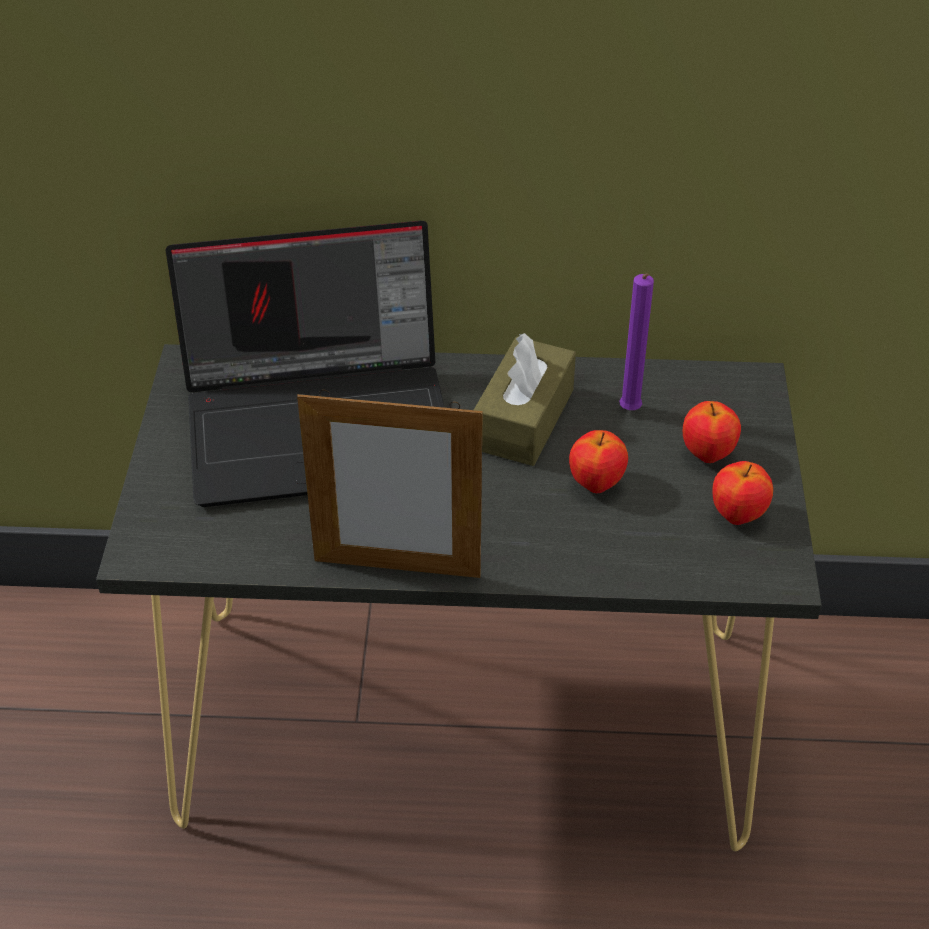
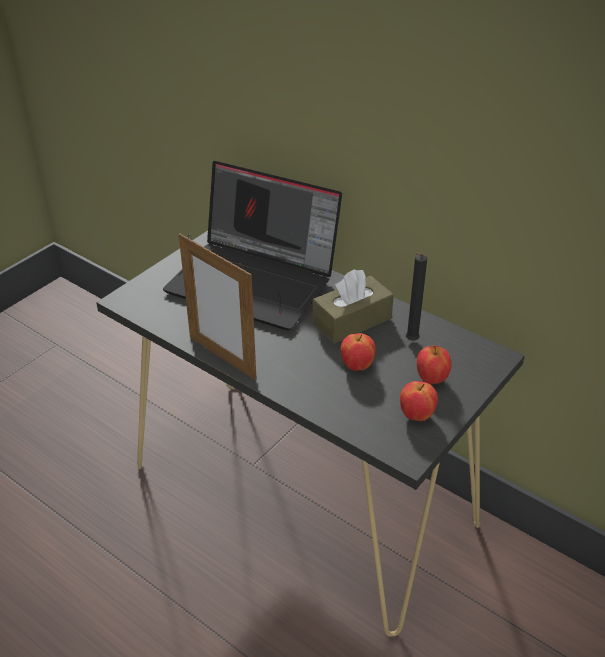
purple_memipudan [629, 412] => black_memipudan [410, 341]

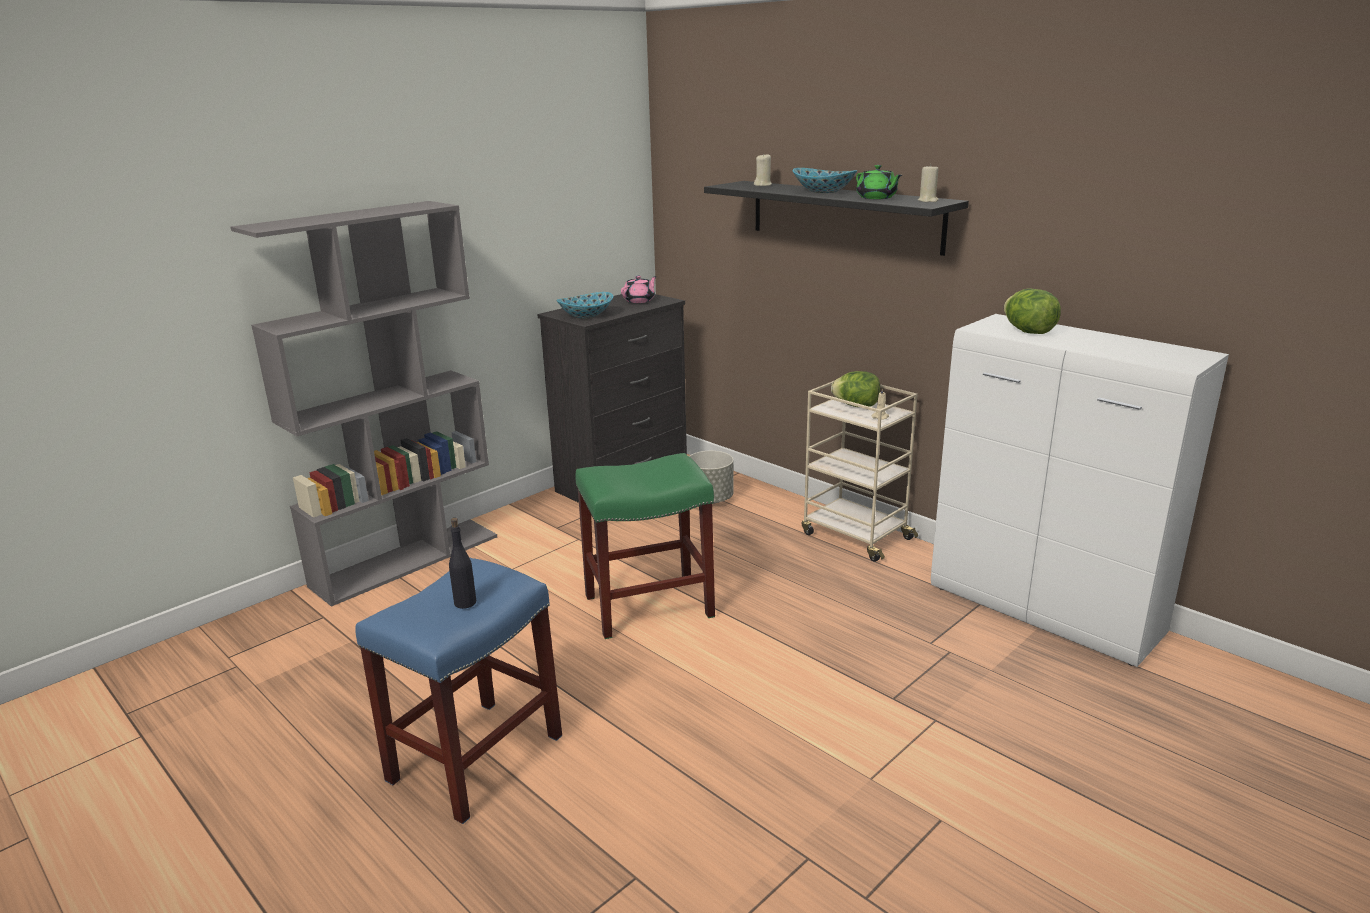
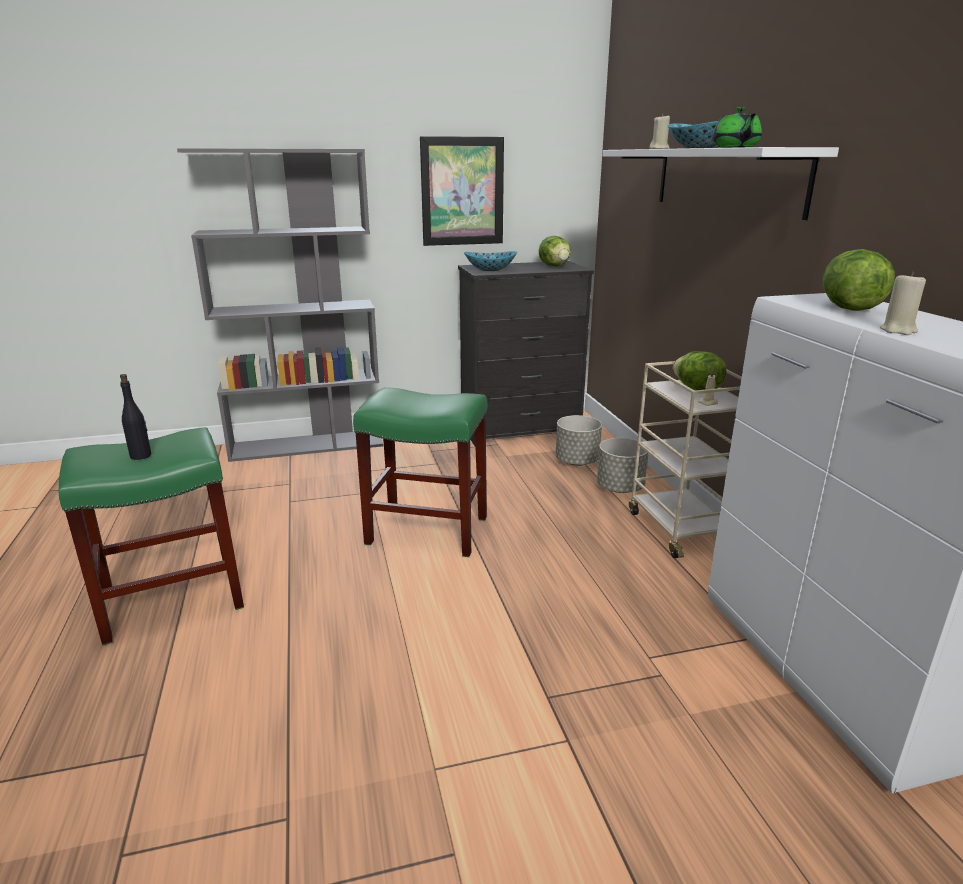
nothing => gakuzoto [462, 192]
nothing => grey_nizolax [620, 488]
beige_memipudan [928, 201] => beige_memipudan [898, 330], moved
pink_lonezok [639, 300] => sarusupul [554, 266]
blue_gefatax [476, 757] => green_gefatax [174, 598]
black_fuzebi [844, 216] => white_fuzebi [725, 179]

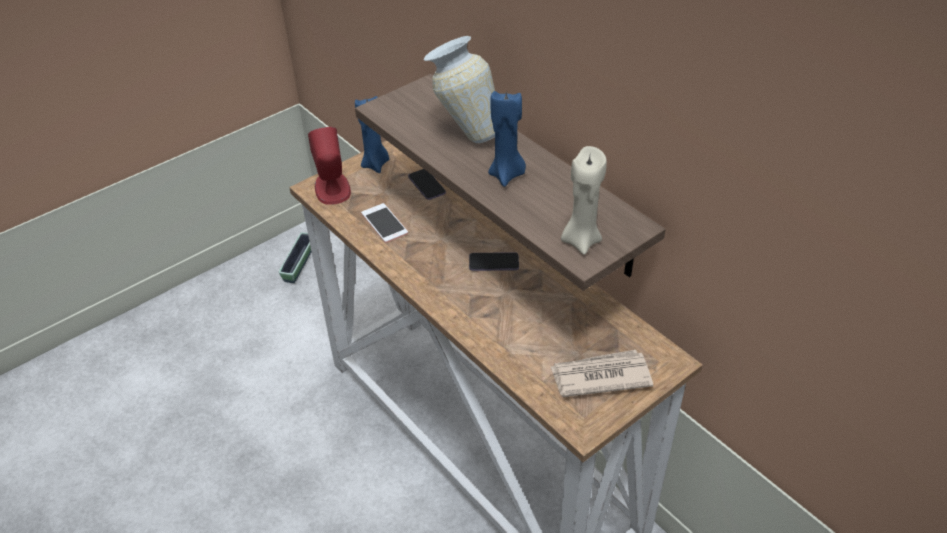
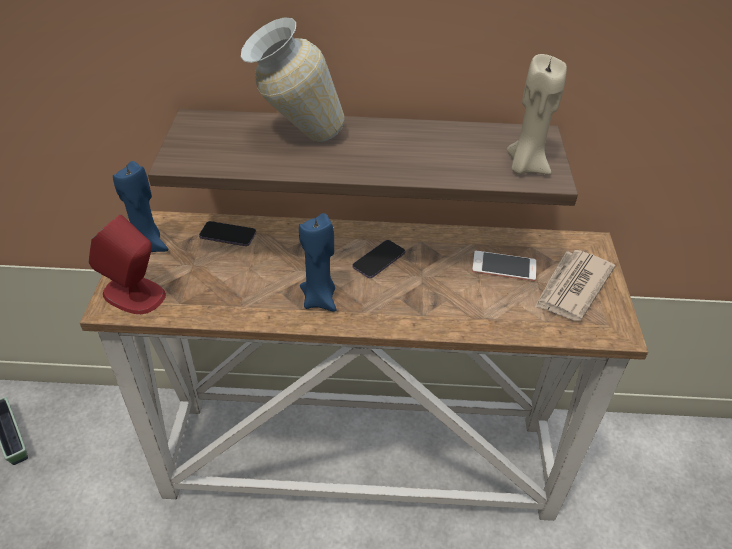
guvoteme [384, 223] => guvoteme [504, 266], moved
blue_memipudan [507, 175] => blue_memipudan [320, 299], moved

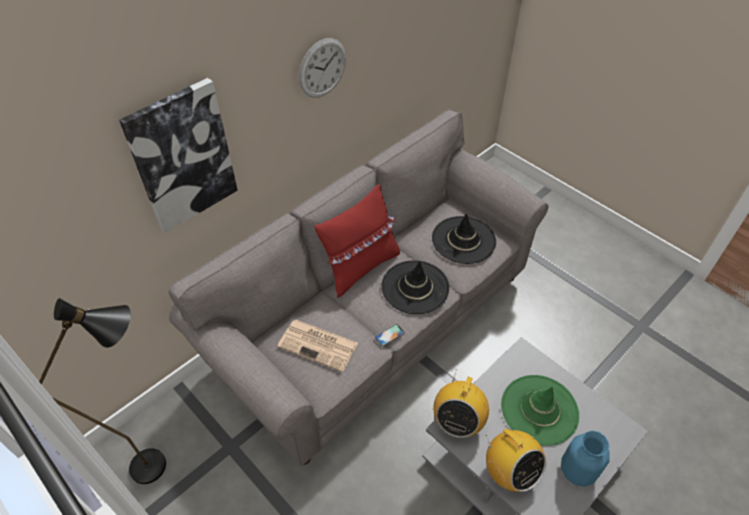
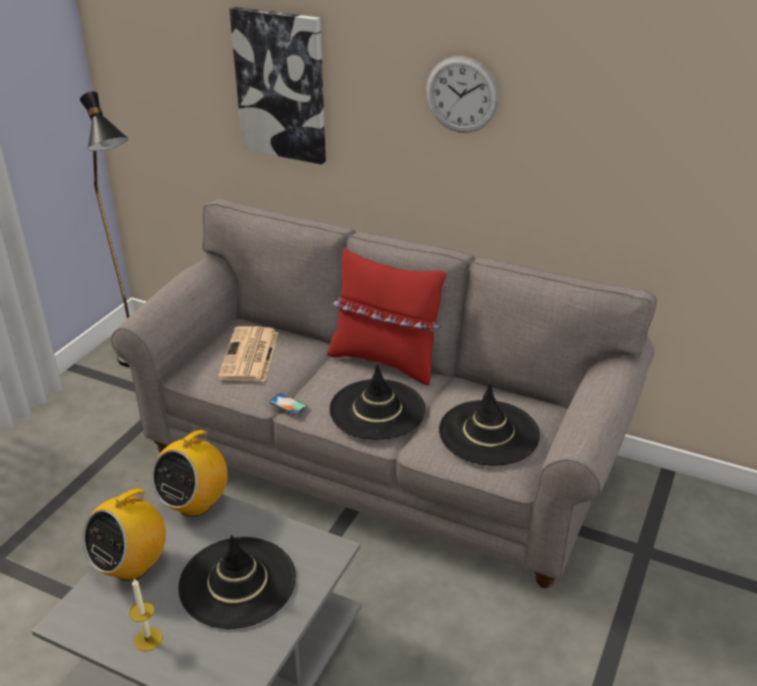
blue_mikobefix [577, 470] => memipudan [148, 639]
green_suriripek [539, 409] => black_suriripek [237, 582]
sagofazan [458, 421] => sagofazan [195, 503], 60 degrees counterclockwise

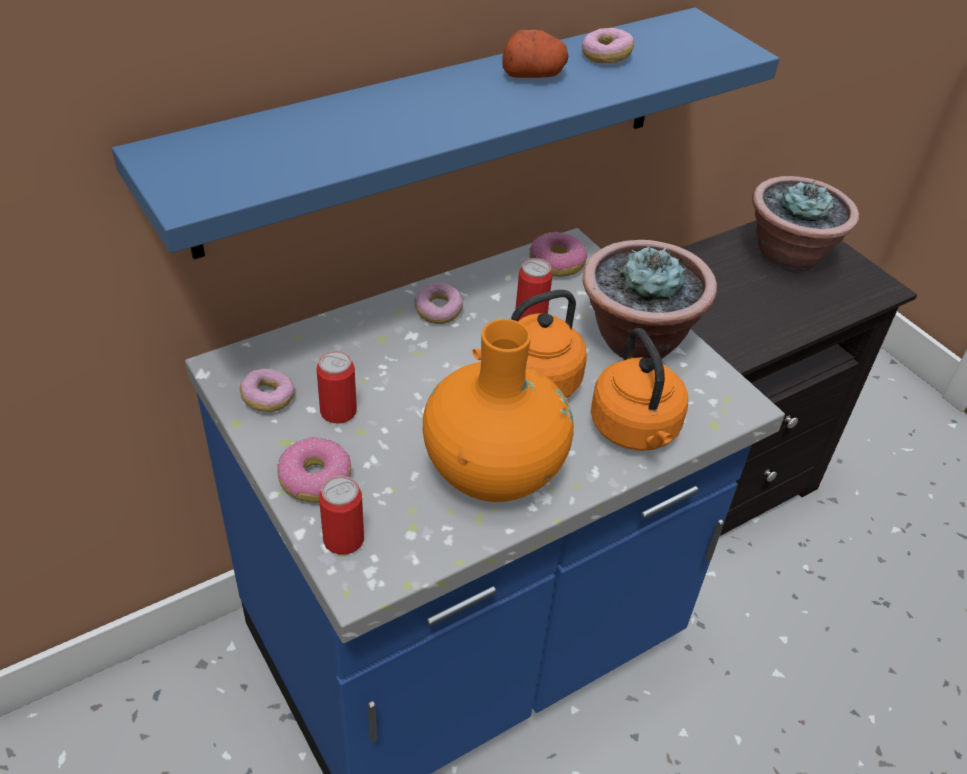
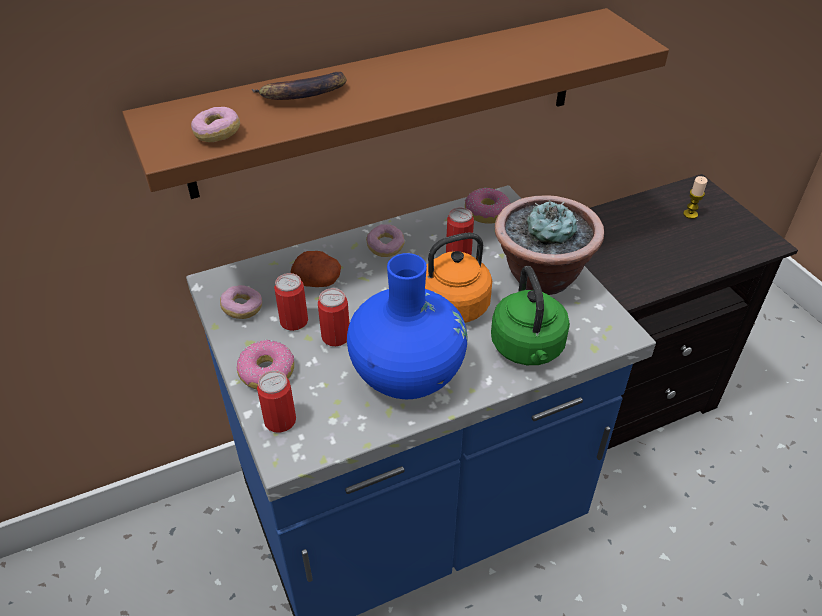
nothing => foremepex [302, 95]
nothing => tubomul [336, 337]
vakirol [534, 74] => vakirol [318, 281], moved
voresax [606, 57] => voresax [217, 134], moved
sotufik [788, 256] => memipudan [690, 214]
blue_fuzebi [441, 128] => brown_fuzebi [389, 102]
orange_mikobefix [493, 470] => blue_mikobefix [406, 373]
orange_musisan [636, 430] => green_musisan [528, 349]

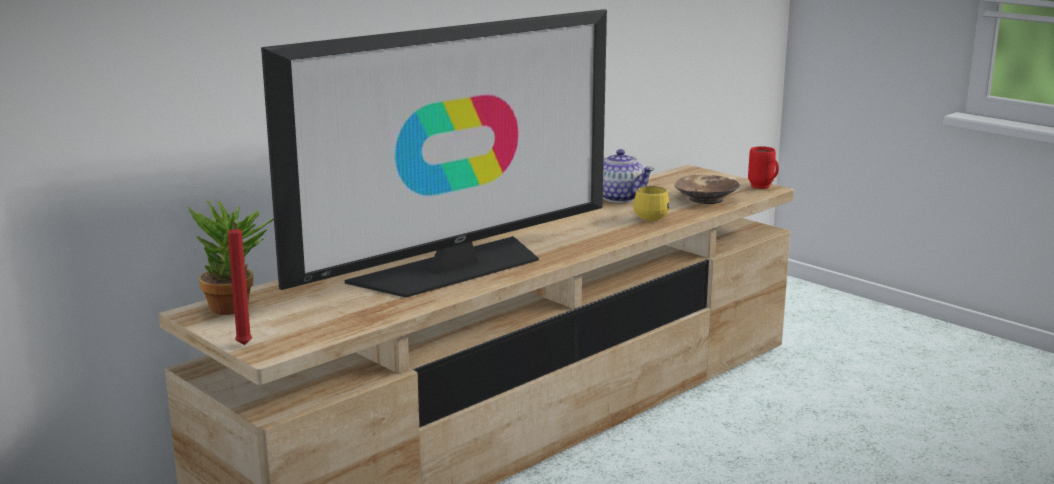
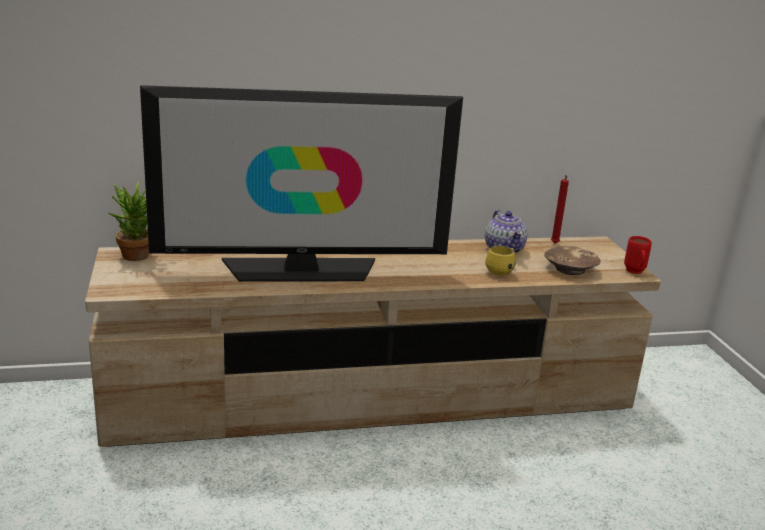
red_memipudan [244, 346] => red_memipudan [554, 244], moved

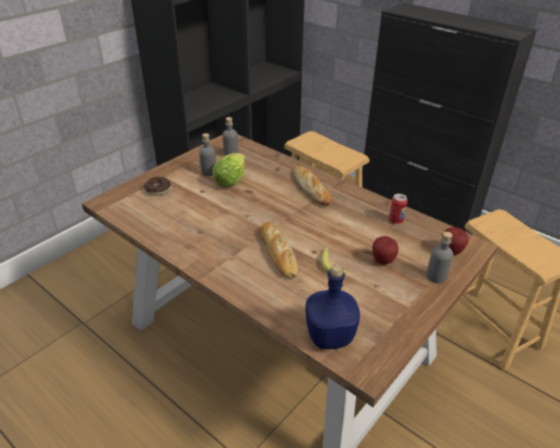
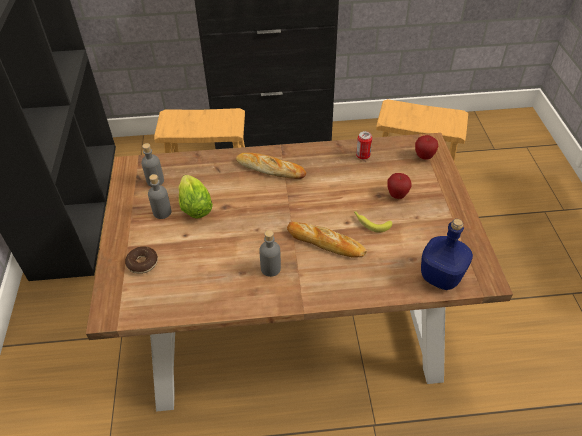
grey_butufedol [436, 276] => grey_butufedol [270, 268], moved

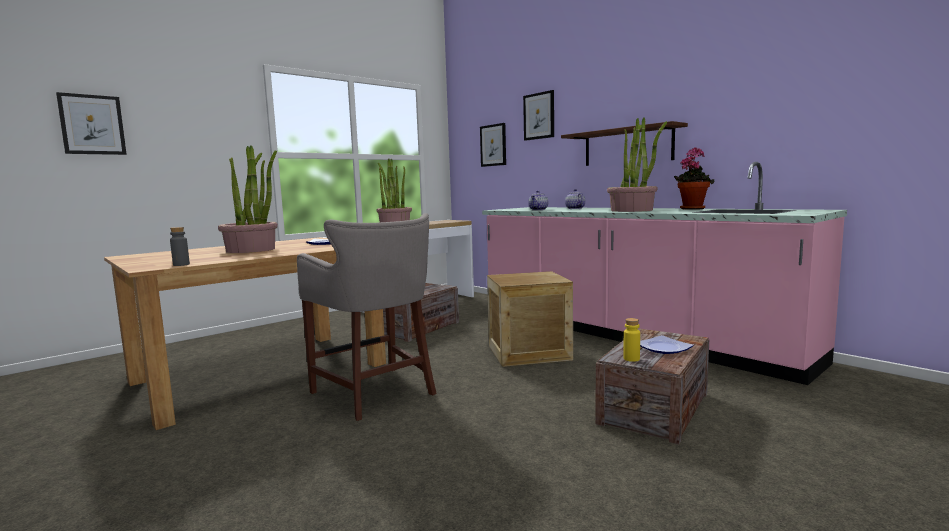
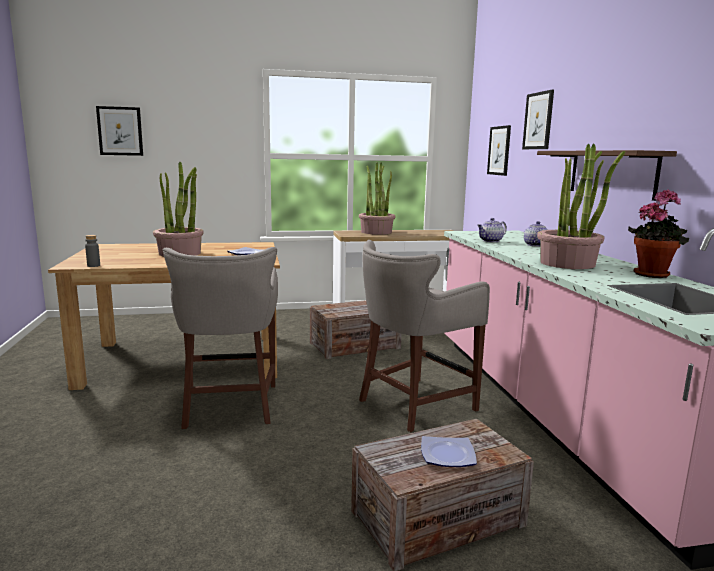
yellow_butufedol [631, 359] => nothing
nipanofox [529, 353] => grey_gefatax [413, 405]

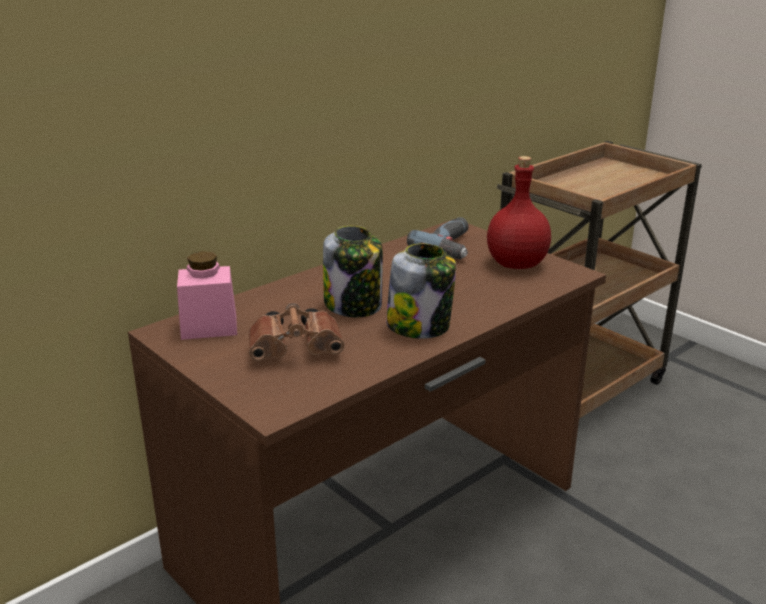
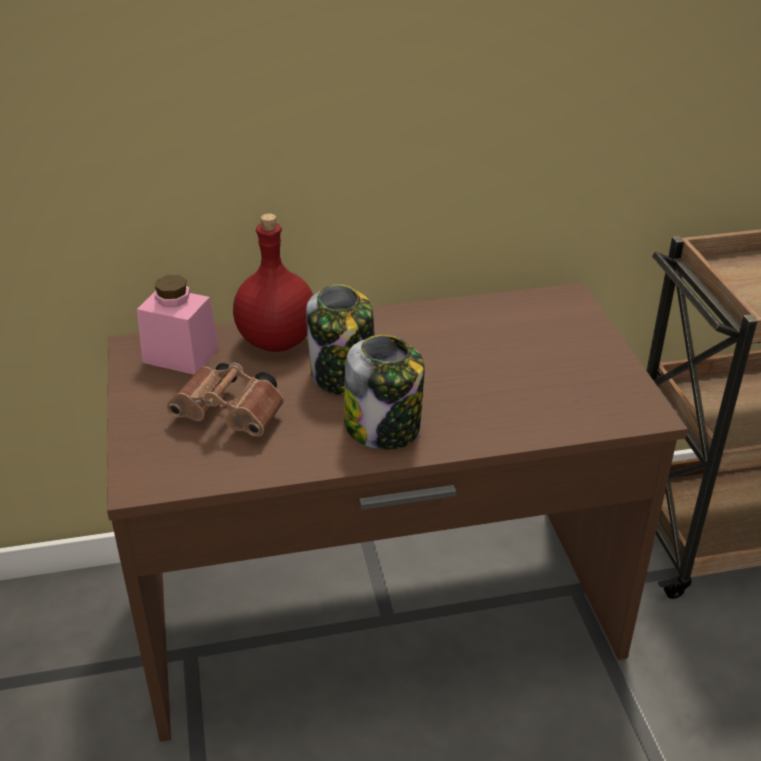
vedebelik [452, 246] => nothing
red_butufedol [517, 264] => red_butufedol [278, 340], moved

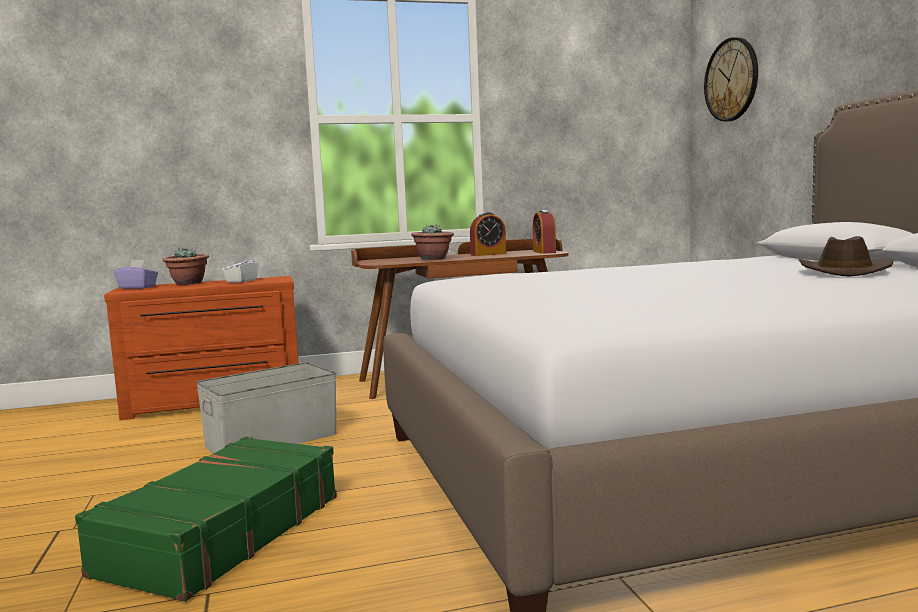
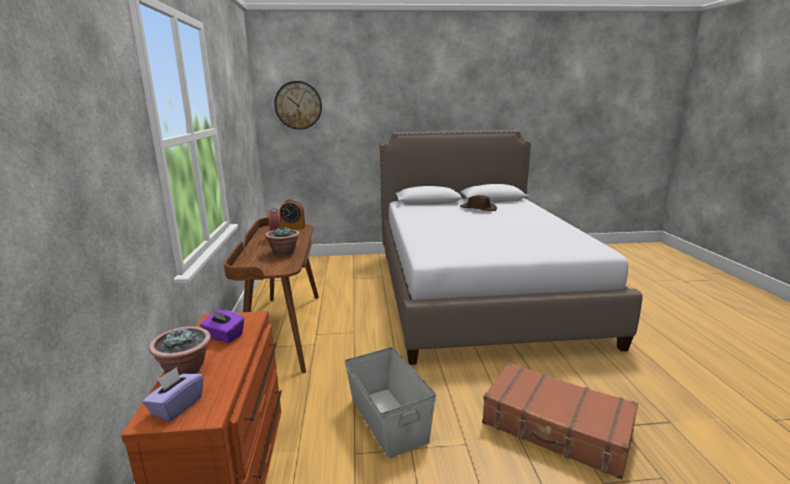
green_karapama [221, 534] => brown_karapama [556, 429]
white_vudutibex [241, 281] => purple_vudutibex [224, 336]

